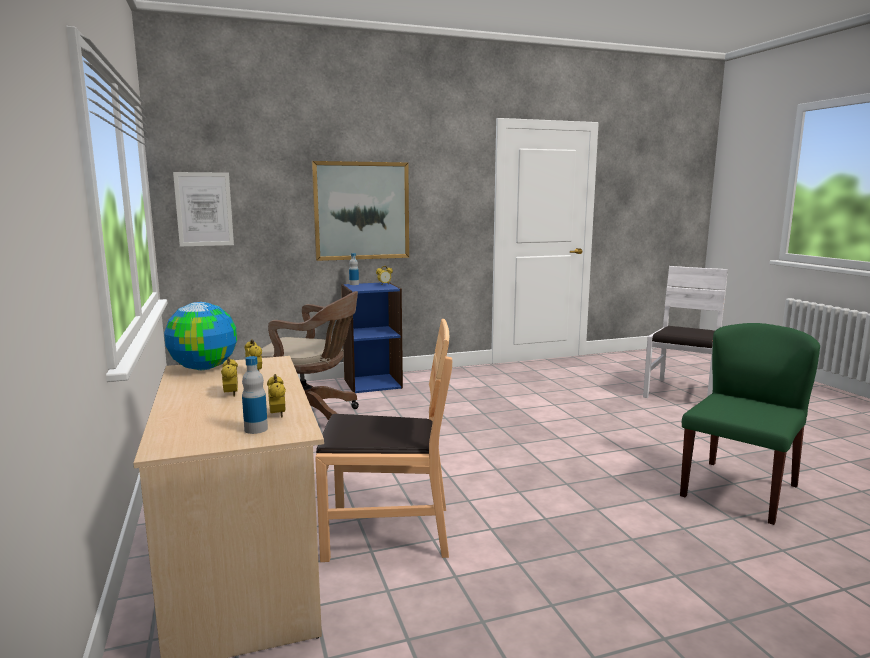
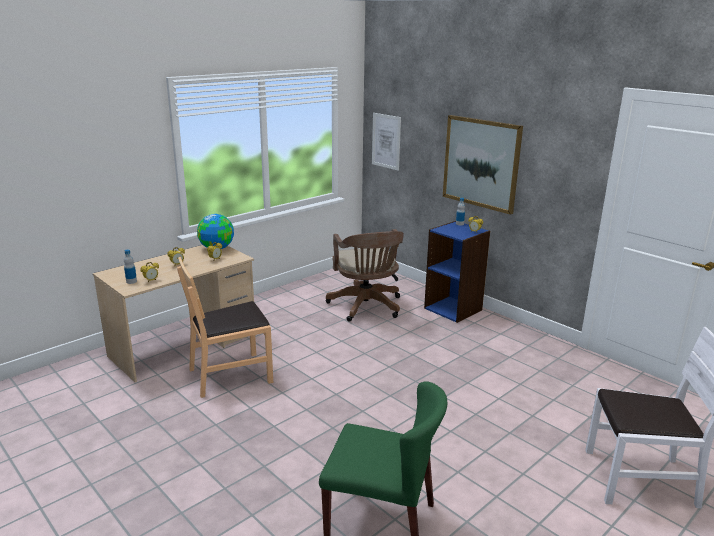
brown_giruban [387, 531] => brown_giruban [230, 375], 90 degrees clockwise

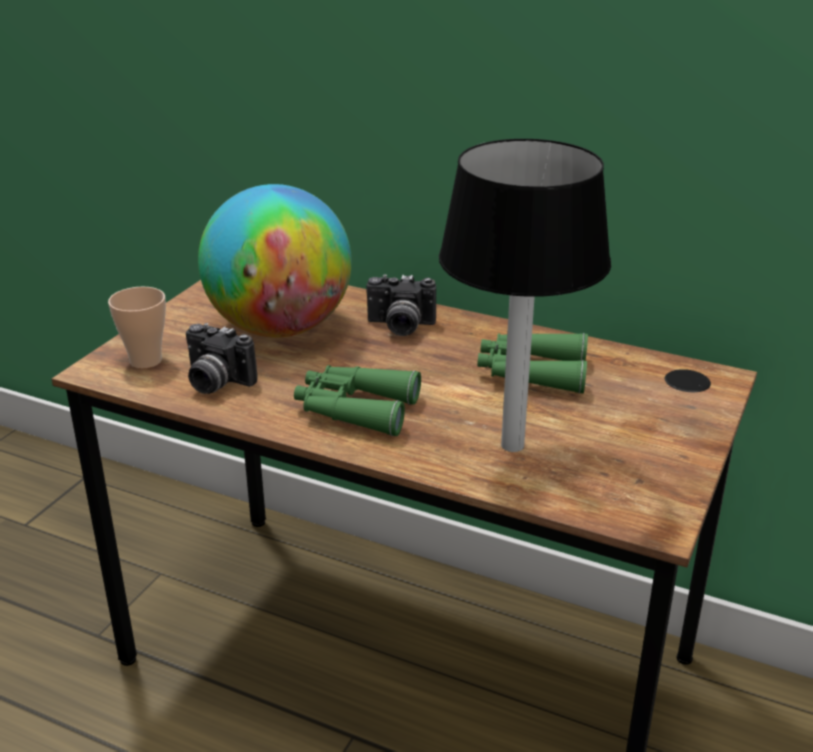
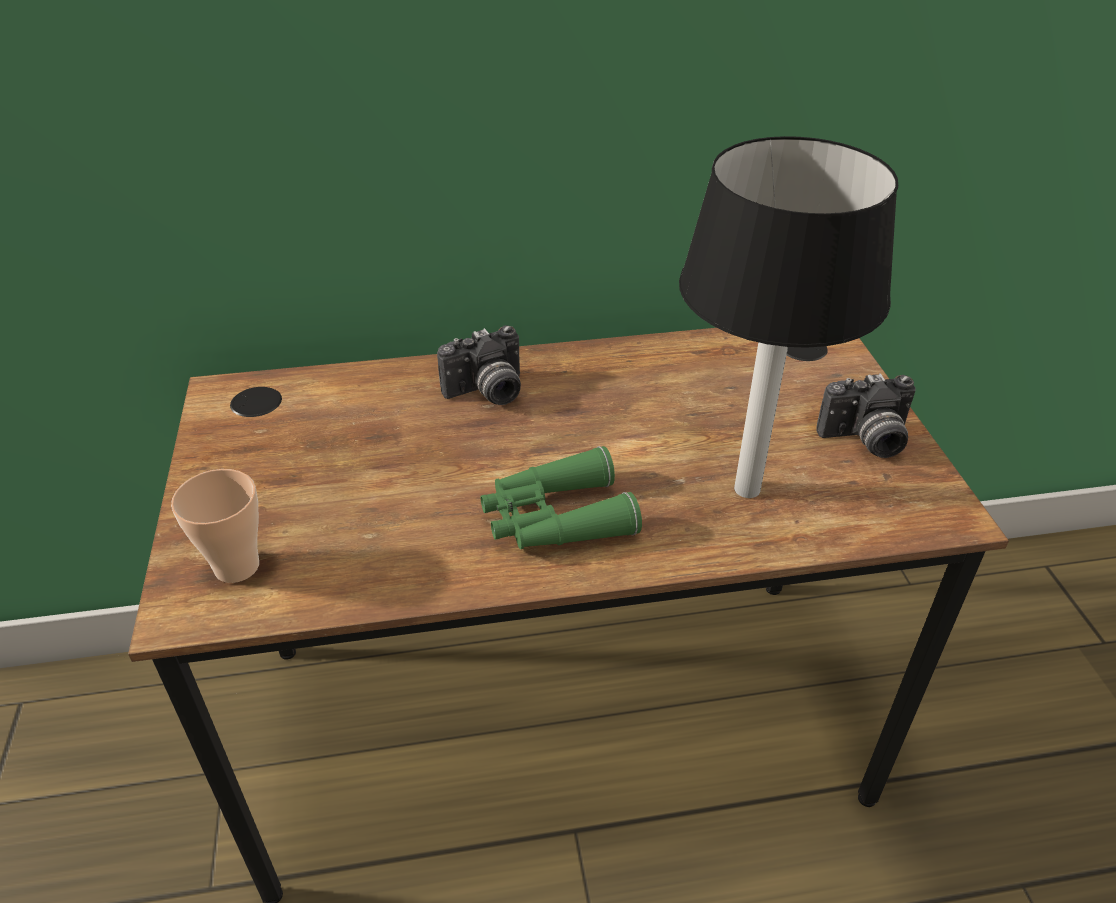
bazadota [280, 328] => nothing
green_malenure [531, 372] => nothing
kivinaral [215, 382] => kivinaral [865, 441], moved

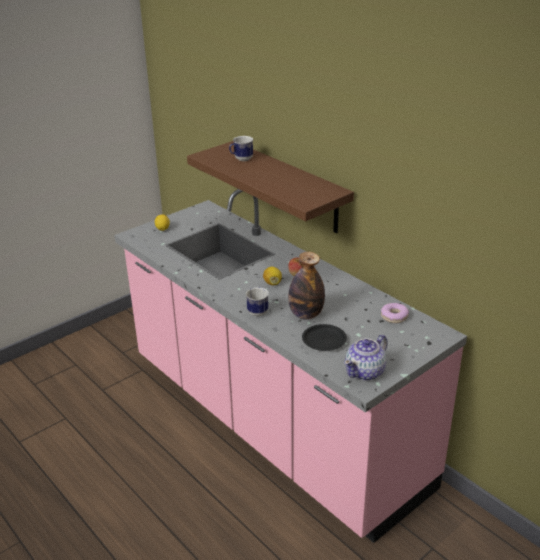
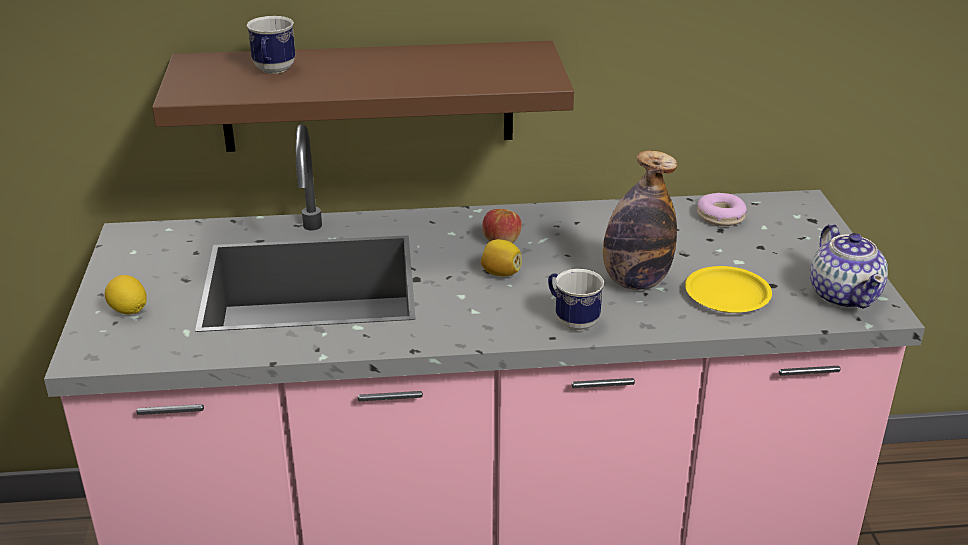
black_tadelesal [324, 341] => yellow_tadelesal [727, 296]

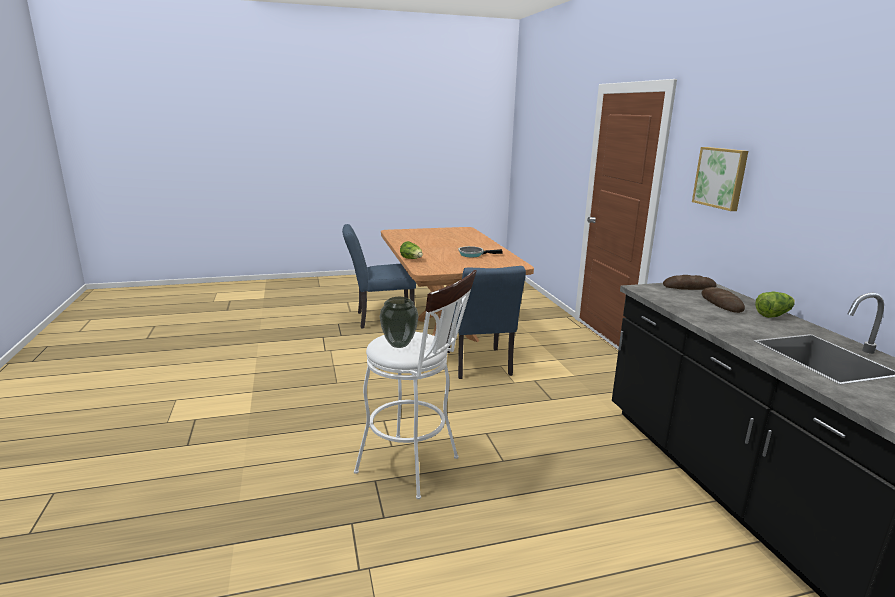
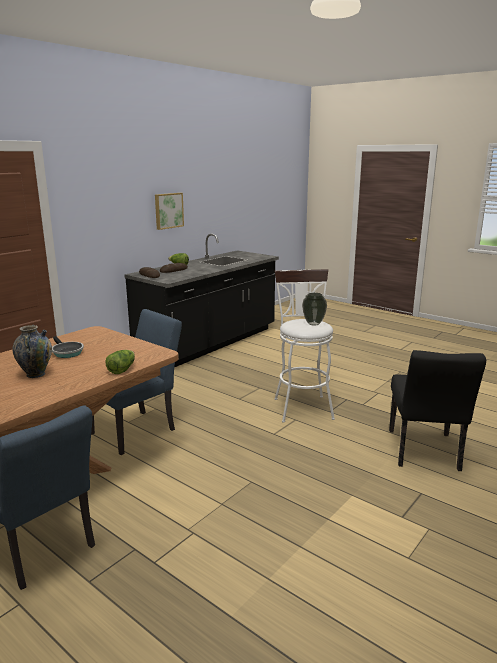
nothing => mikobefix [36, 374]
nothing => black_giruban [424, 453]
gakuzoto [721, 178] => gakuzoto [168, 210], moved

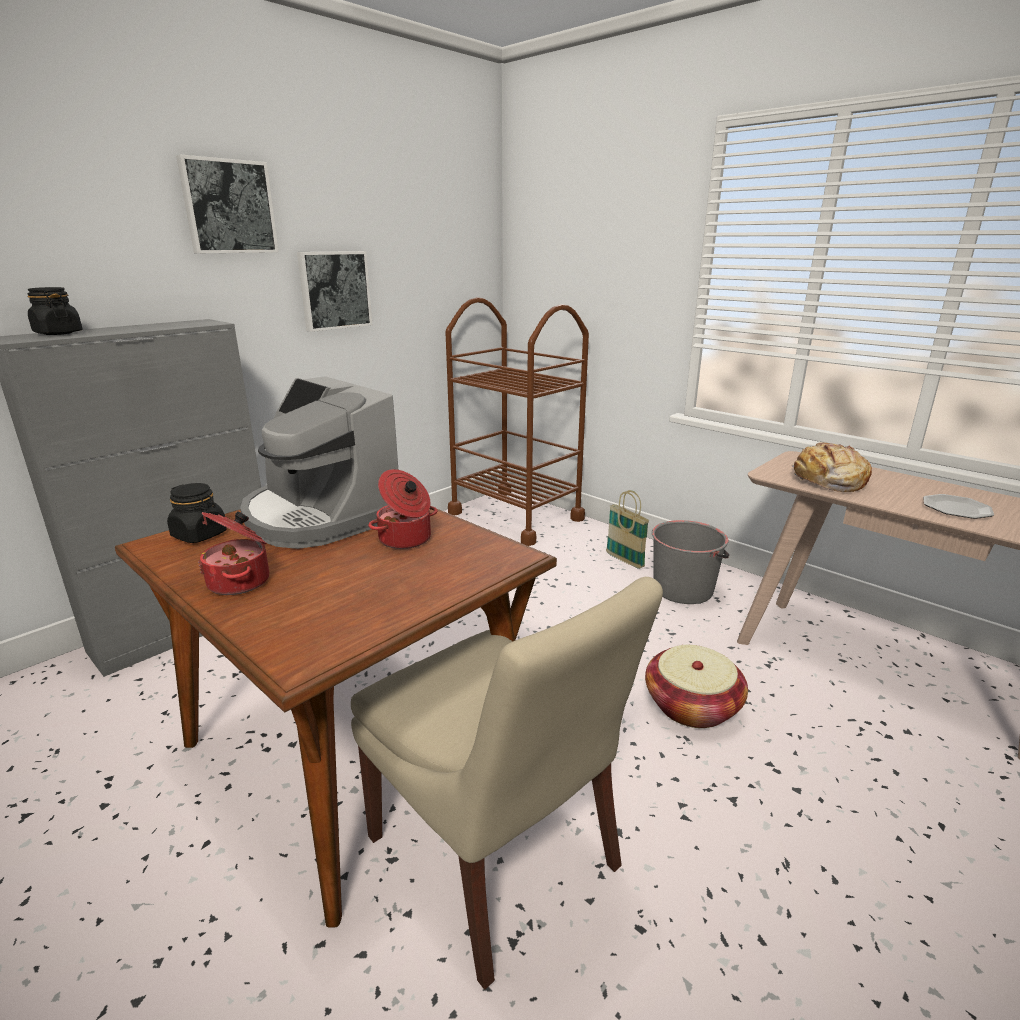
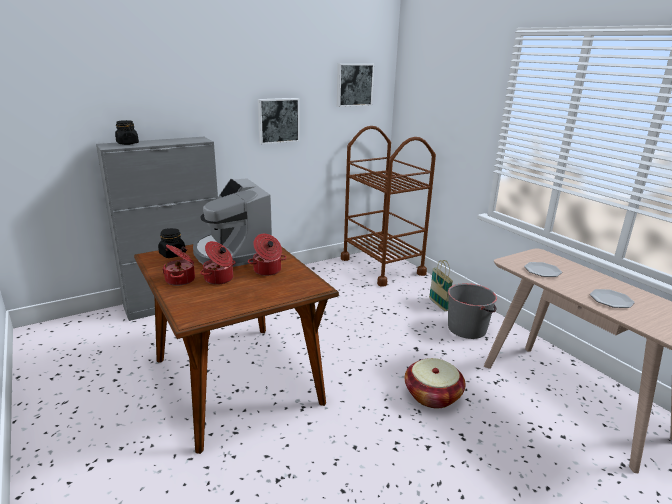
beige_giruban [497, 858] => nothing
nothing => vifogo [219, 279]
gakuzoto [228, 207] => gakuzoto [354, 84], moved
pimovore [828, 481] => tadelesal [542, 271]

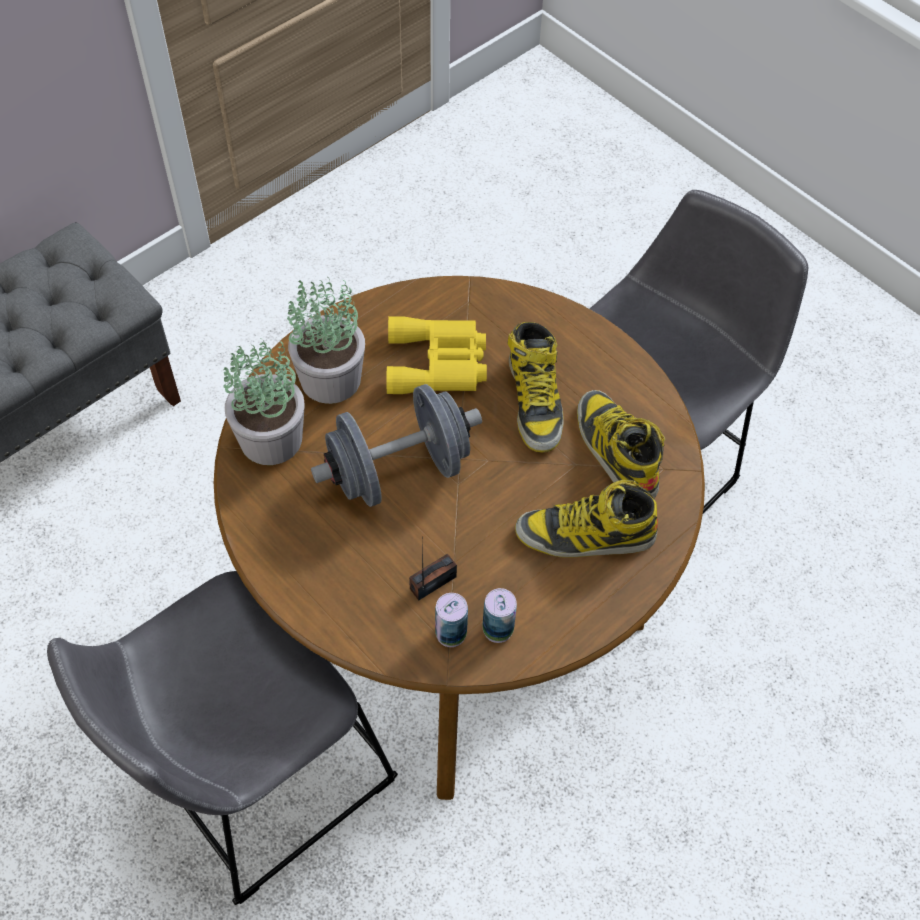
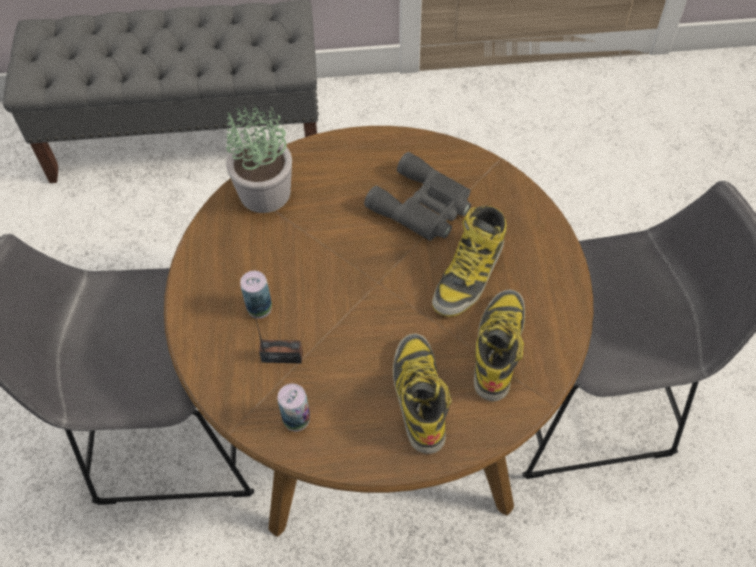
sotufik [331, 378] => nothing
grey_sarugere [398, 471] => nothing
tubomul [451, 633] => tubomul [259, 308], moved
yellow_malenure [439, 363] => grey_malenure [423, 207]
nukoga [585, 536] => nukoga [419, 395], 45 degrees clockwise

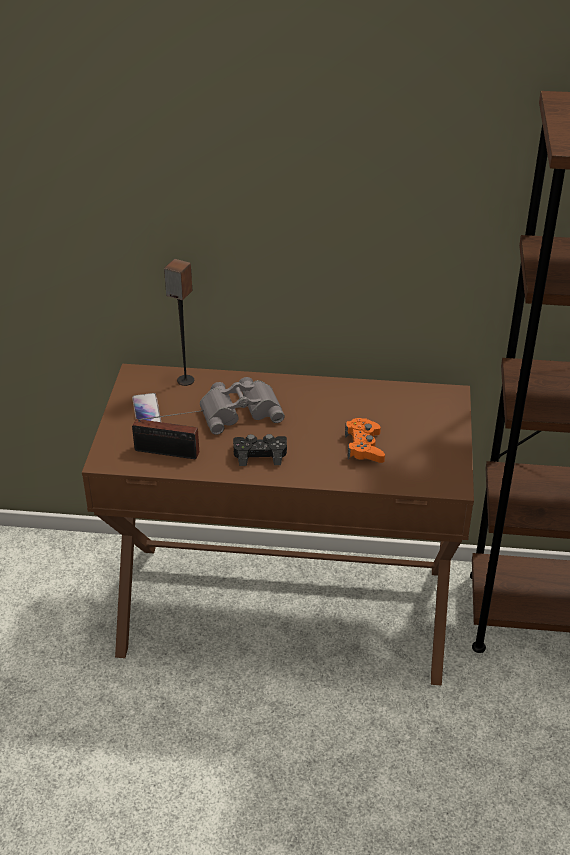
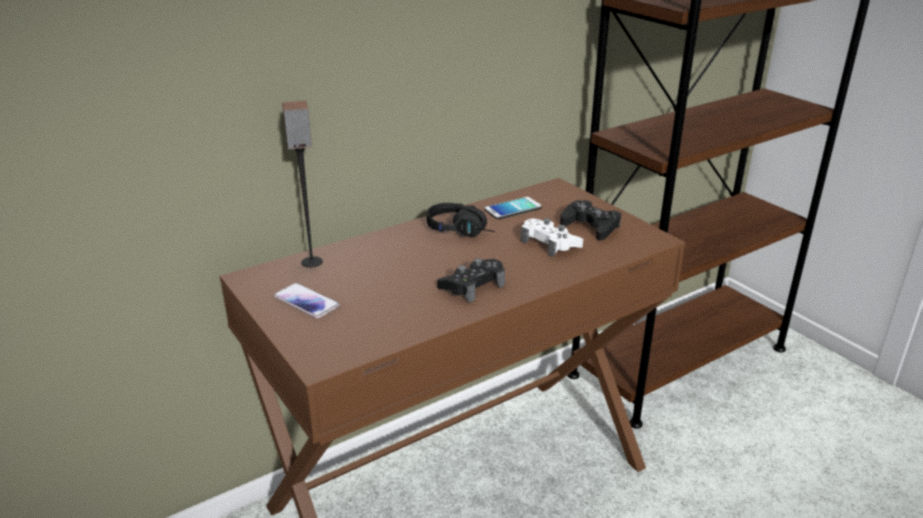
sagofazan [170, 452] => nothing
grey_malenure [240, 410] => nothing
nothing => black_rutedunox [463, 231]
nothing => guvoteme [513, 209]
nothing => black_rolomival [591, 226]
orange_rolomival [364, 447] => white_rolomival [550, 243]

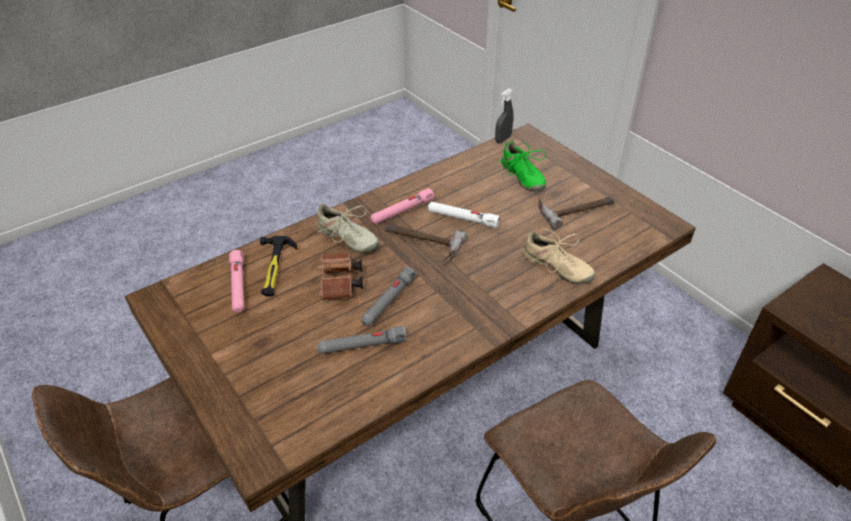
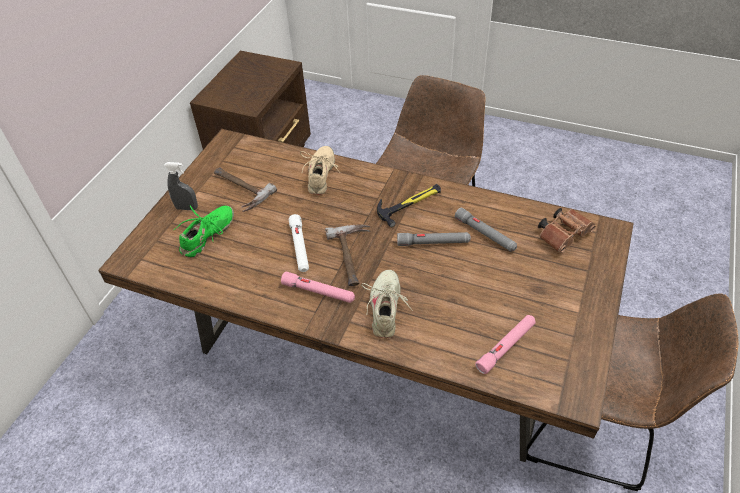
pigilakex [274, 268] => pigilakex [410, 203], moved
brown_malenure [340, 285] => brown_malenure [564, 235], moved
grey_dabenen [503, 139] => grey_dabenen [187, 208], moved

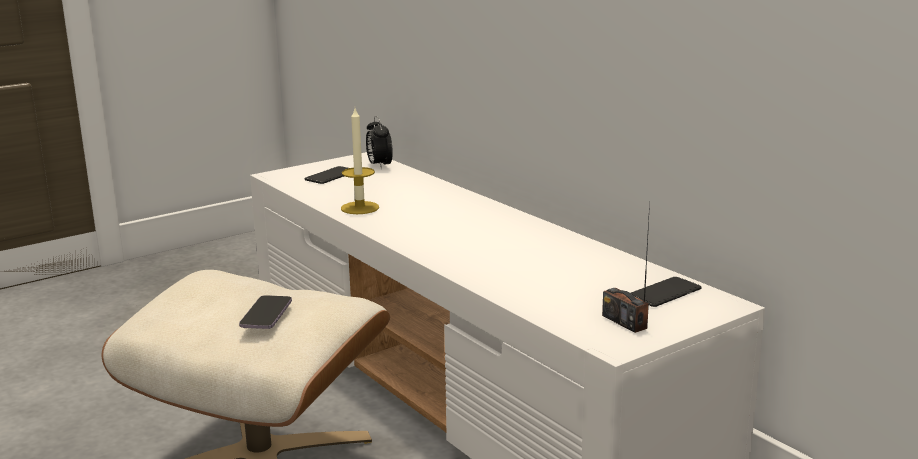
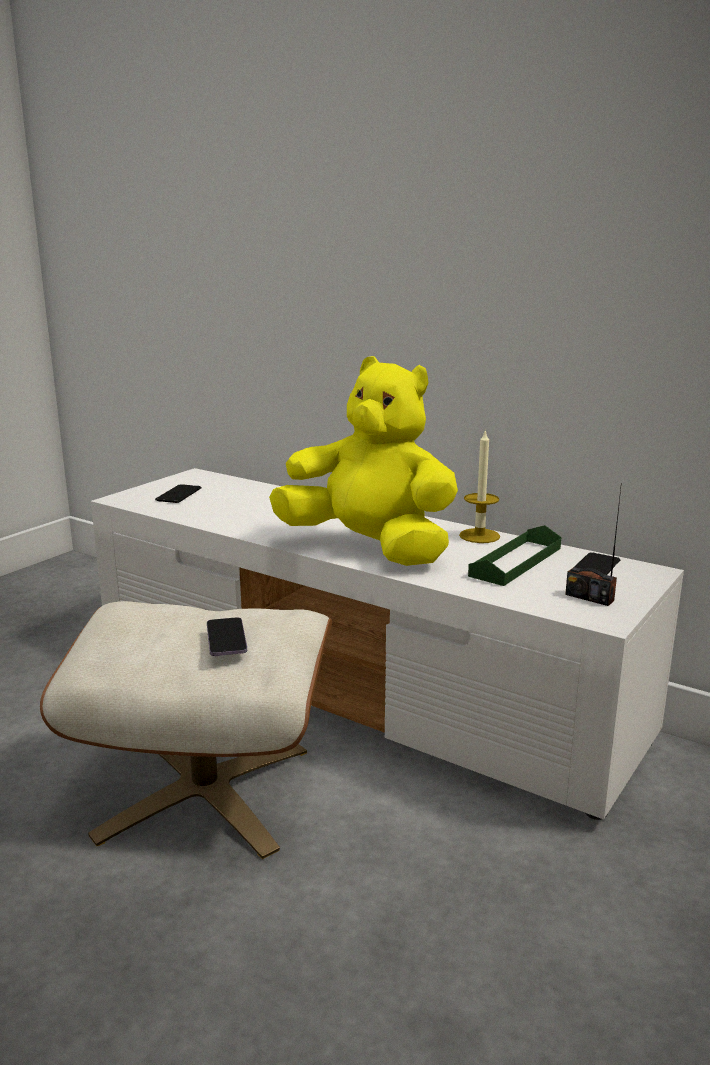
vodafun [379, 166] => nothing
nothing => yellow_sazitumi [370, 548]
nothing => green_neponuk [516, 562]
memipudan [360, 208] => memipudan [479, 536], moved

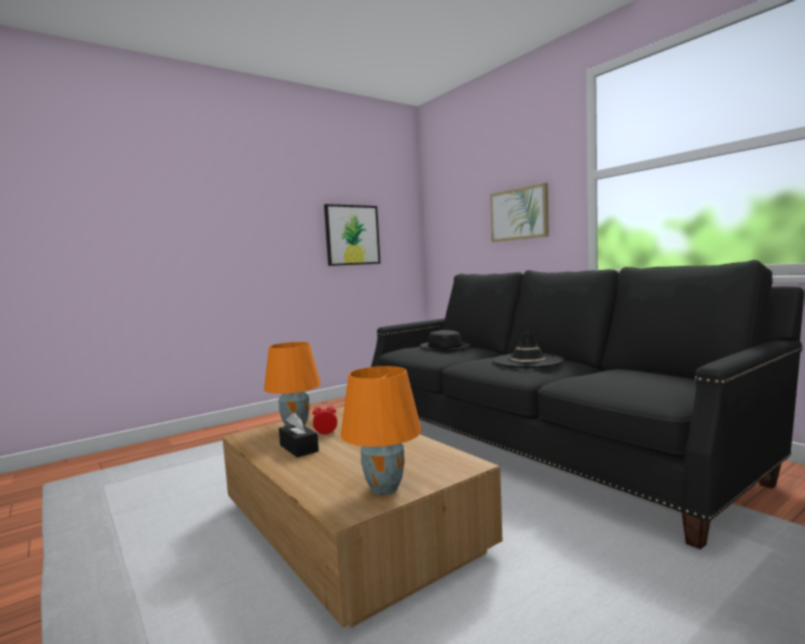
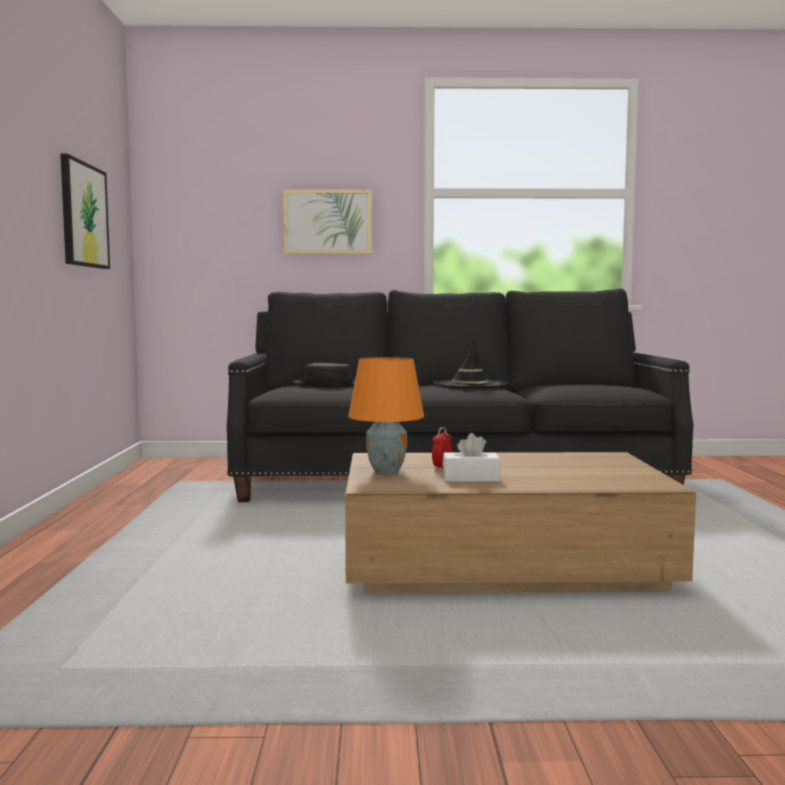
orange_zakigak [385, 488] => nothing
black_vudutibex [299, 448] => white_vudutibex [470, 478]

